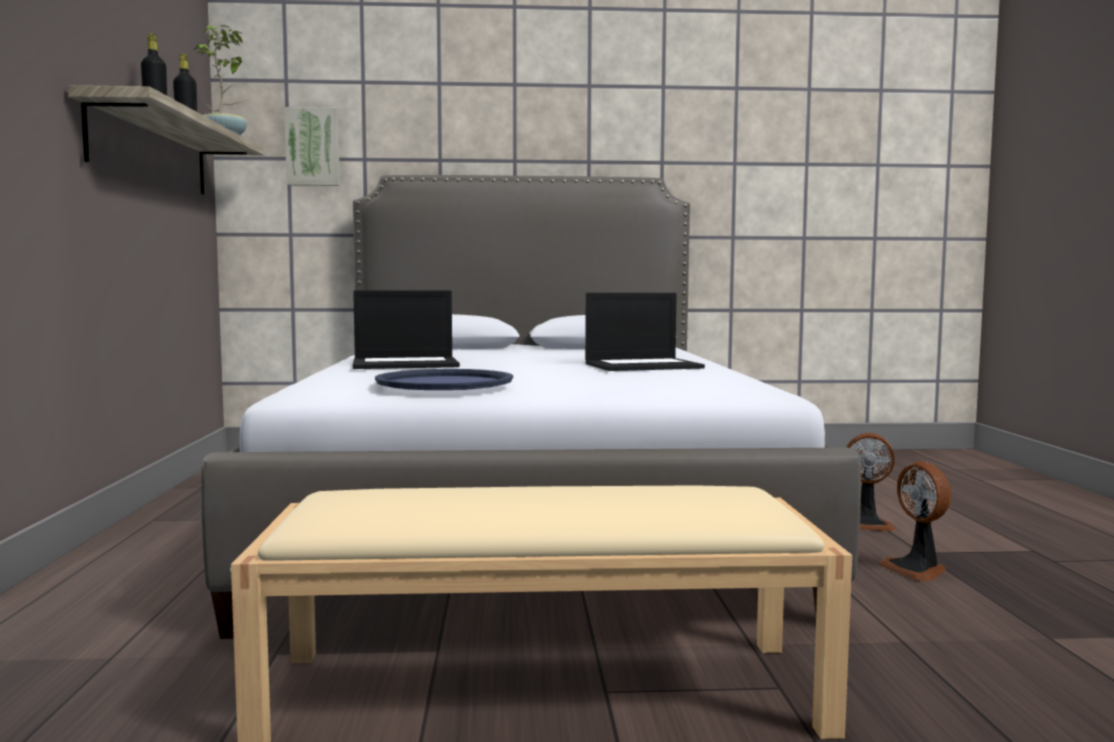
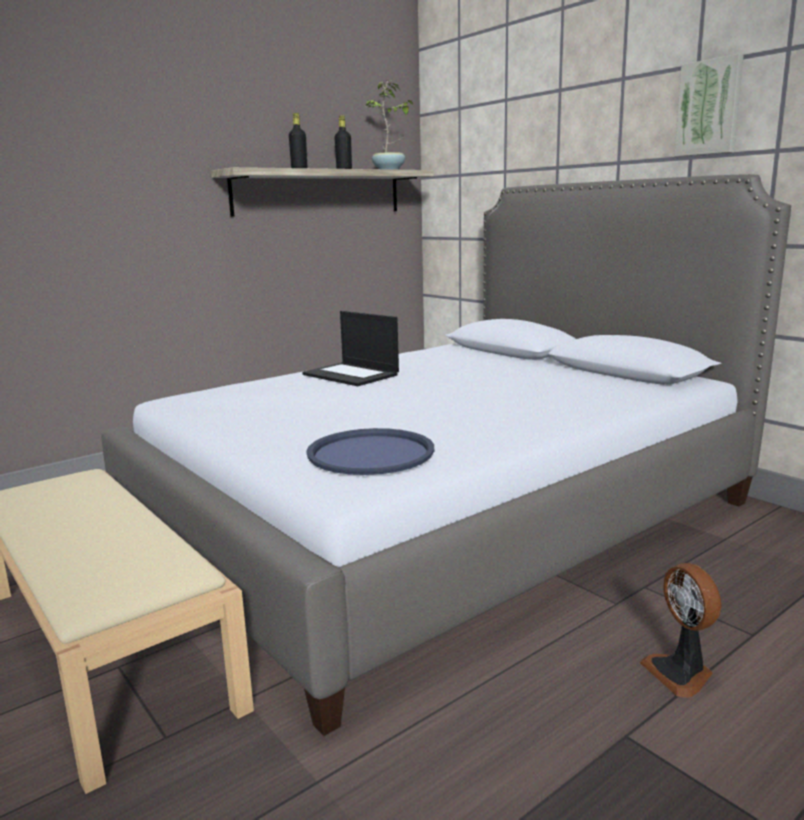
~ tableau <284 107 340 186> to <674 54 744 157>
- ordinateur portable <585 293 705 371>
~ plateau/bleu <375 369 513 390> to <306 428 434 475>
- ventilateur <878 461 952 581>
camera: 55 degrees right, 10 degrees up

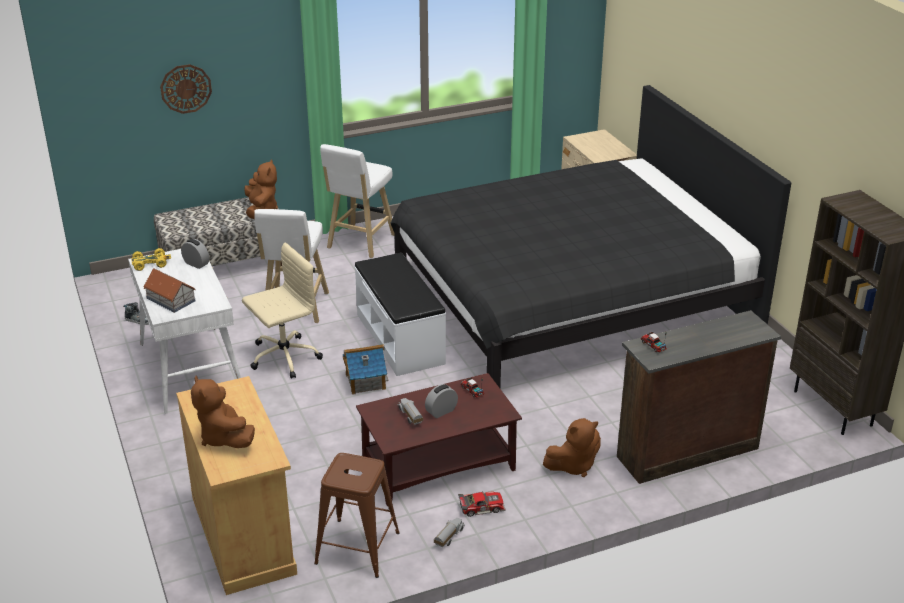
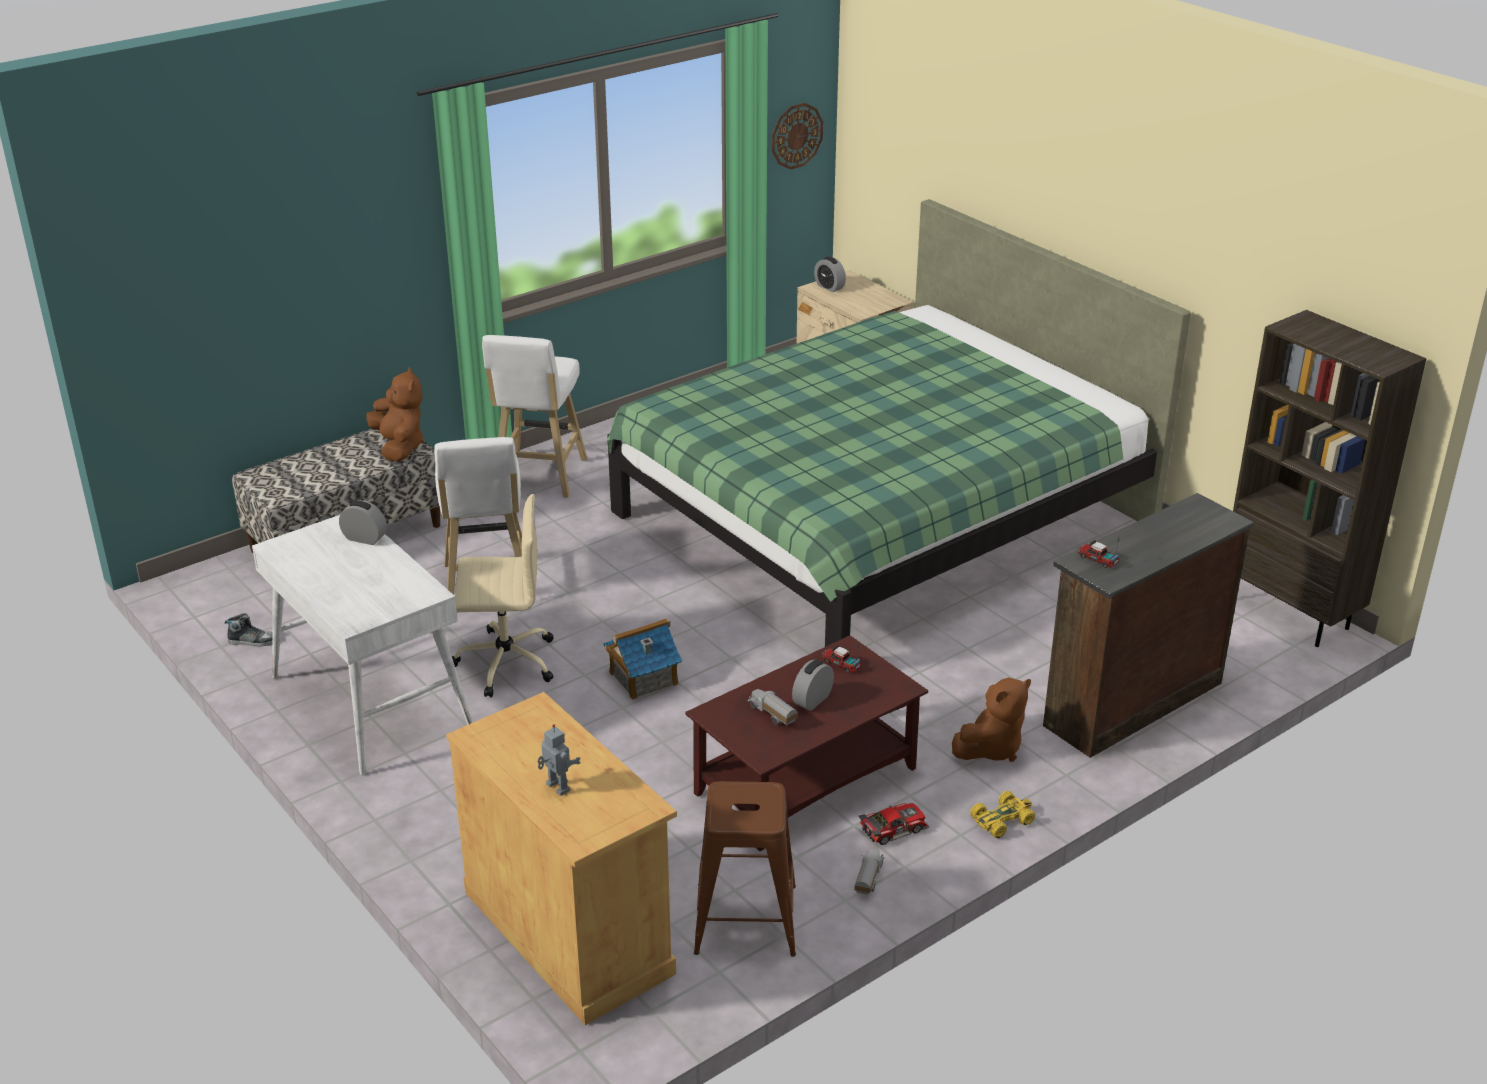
~ horloge murale <160 64 212 114> to <772 103 823 170>
~ lit/noir <391 85 791 388> to lit/vert <607 199 1191 647>
~ chaise de bureau/beige <242 242 323 379> = <452 494 554 698> 45 degrees clockwise
~ petite voiture/jaune <131 248 171 271> to <970 791 1035 838>
- banc/blanc <354 253 446 376>
- maison miniature <143 268 196 313>
~ peluche/marron <191 376 255 448> to robot jouet <538 724 581 796>
+ réveil <814 257 846 292>
camera: 15 degrees left, 0 degrees up

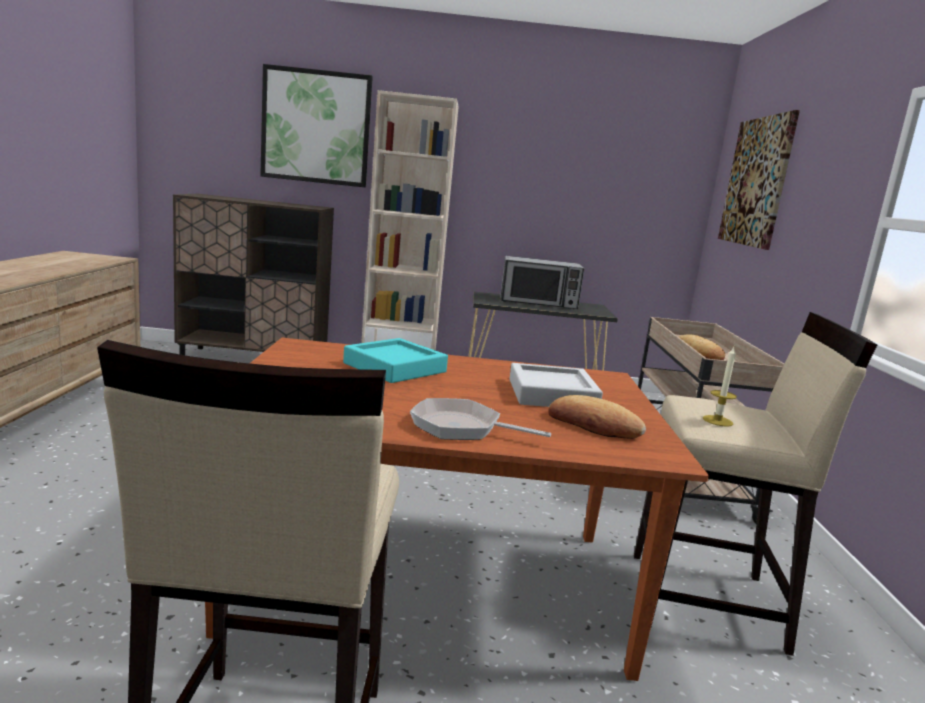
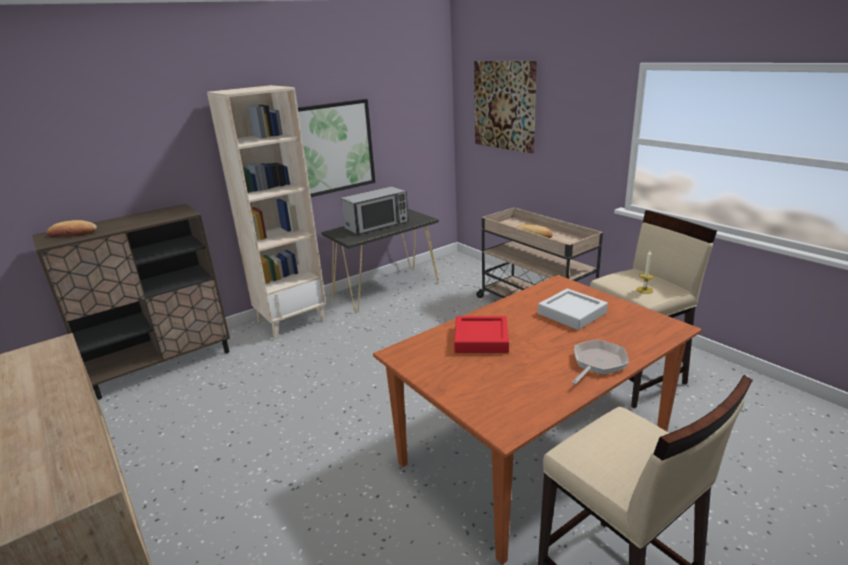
~ tableau <260 64 373 187> to <298 99 375 197>
~ plateau/turquoise <343 338 448 383> to plateau/rouge <454 316 509 353>
~ pain <548 395 646 439> to <47 220 97 237>
~ poêle <410 398 551 440> = <572 339 628 385> 150 degrees clockwise
camera: 35 degrees left, 10 degrees up

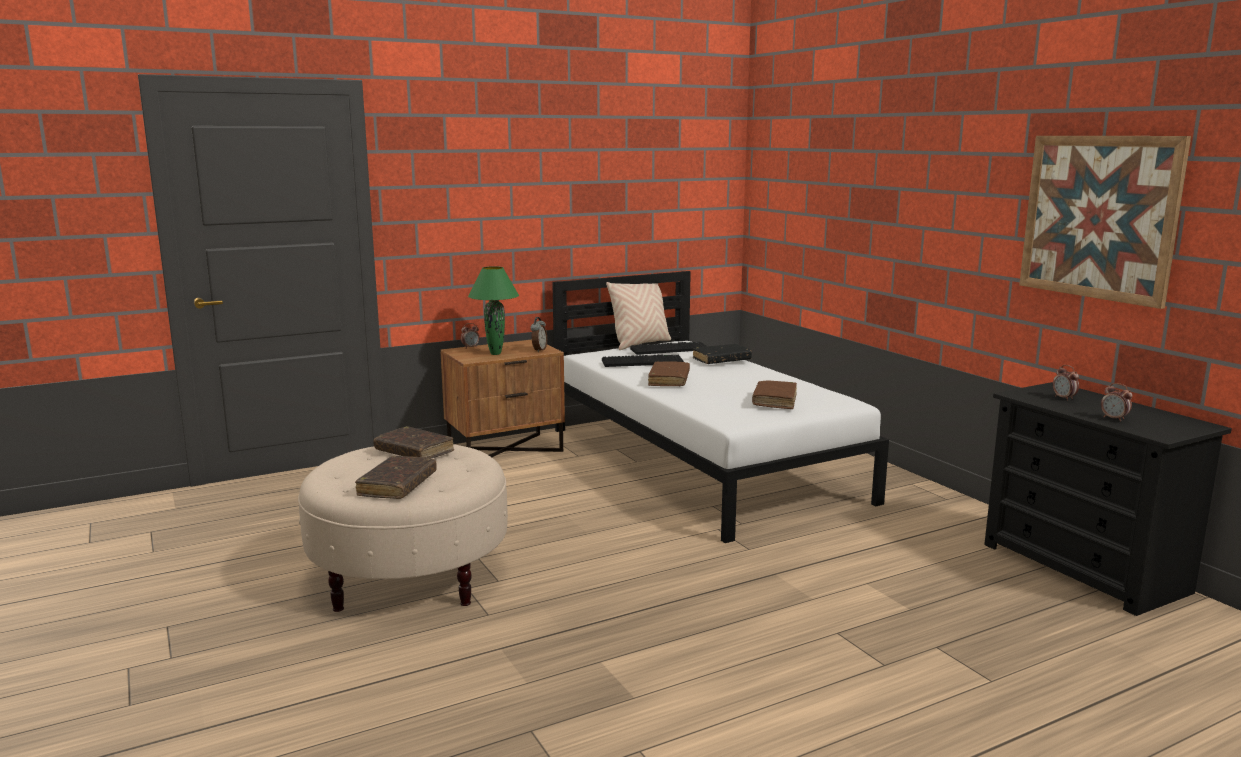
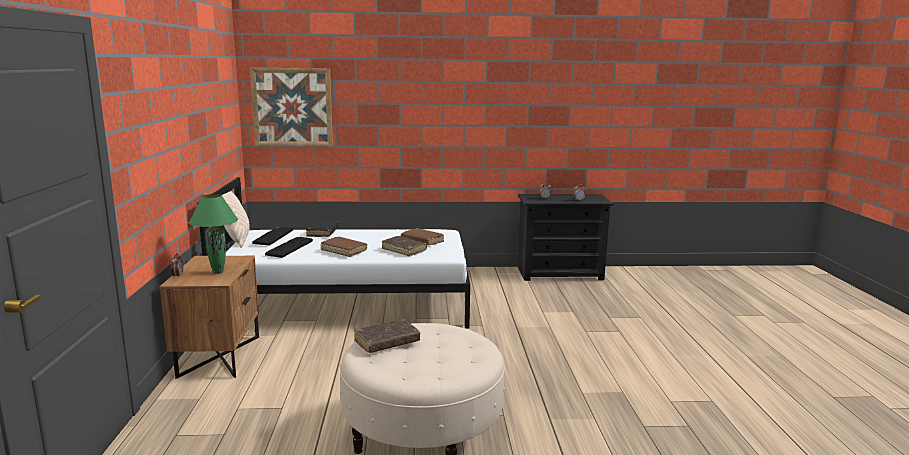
~ tableau <1019 136 1191 309> to <250 68 333 147>
- réveil <531 317 547 352>
~ livre/marron <355 456 437 499> to <382 236 427 256>
camera: 65 degrees left, 0 degrees up

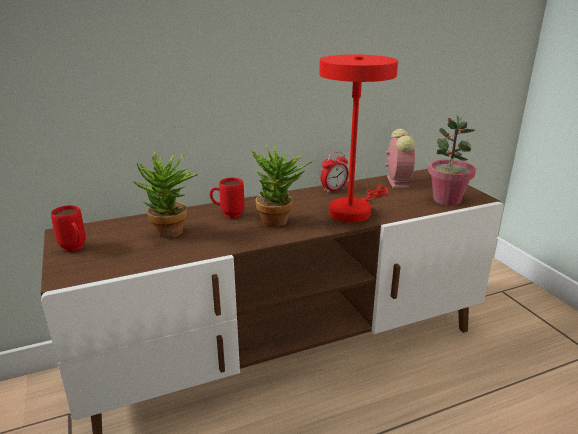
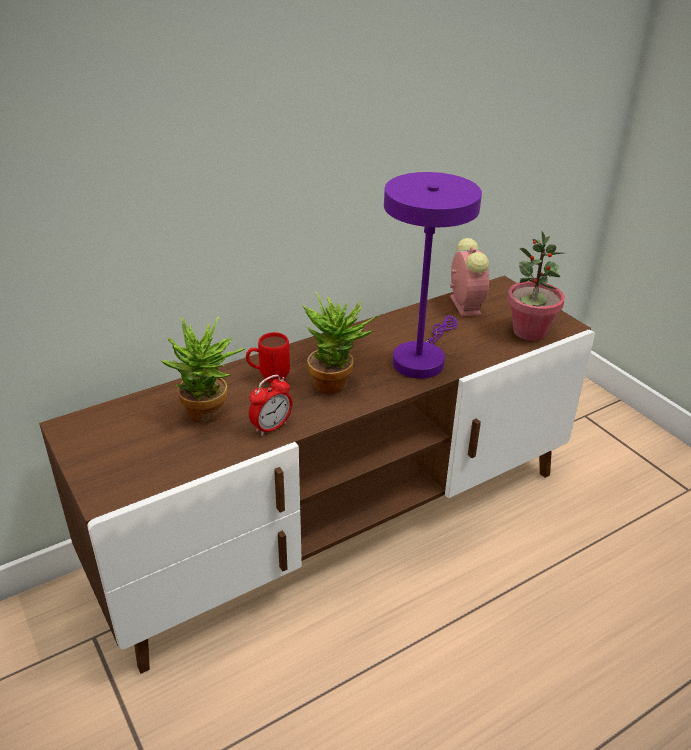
~ lampe de table/rouge <319 54 398 223> to lampe de table/violet <384 172 482 379>
~ réveil <321 151 349 193> to <249 375 292 436>
- mug/rouge <51 205 86 252>
camera: 10 degrees left, 10 degrees up

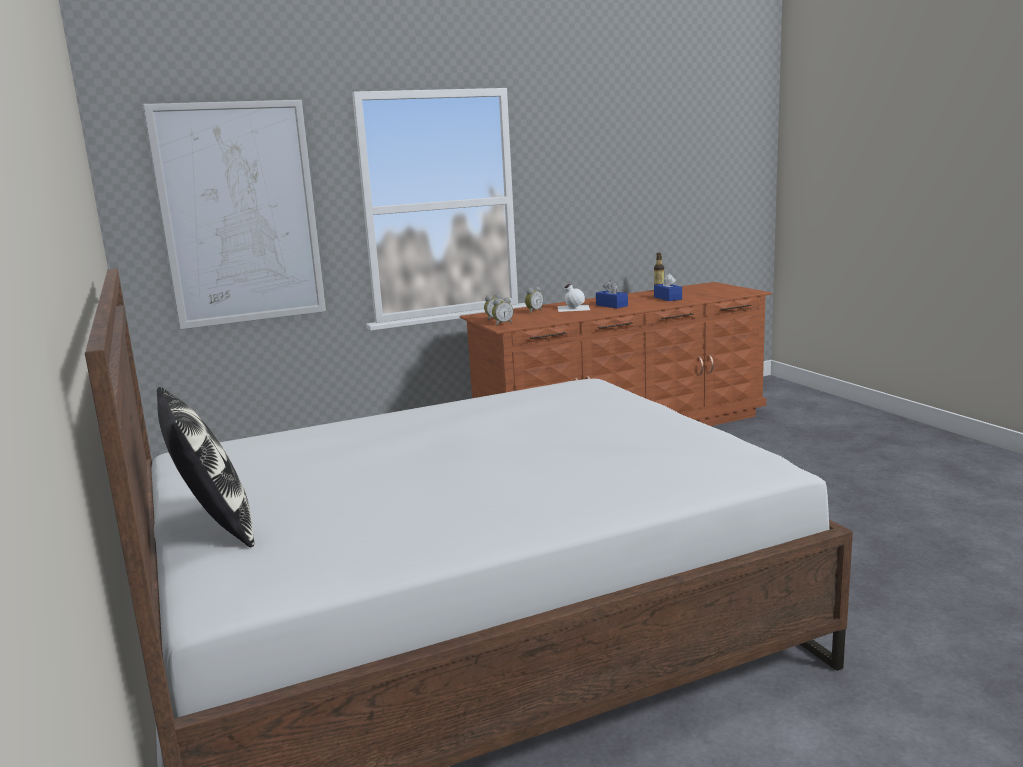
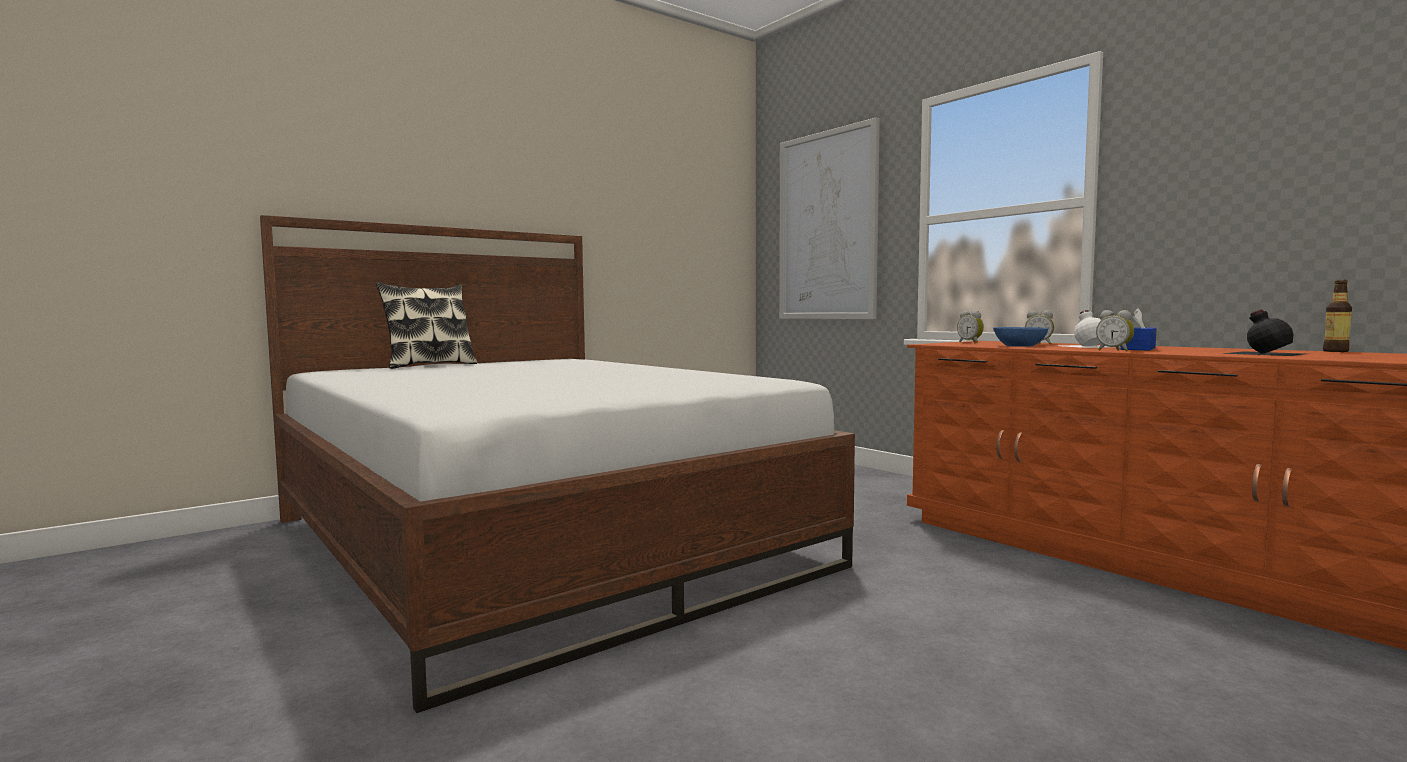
~ boîte à mouchoirs/bleu <654 274 682 301> to bouteille/noir <1221 309 1305 356>
~ réveil <492 297 513 325> to <1096 310 1134 351>
+ bol/bleu <993 327 1048 347>
camera: 75 degrees right, 10 degrees down

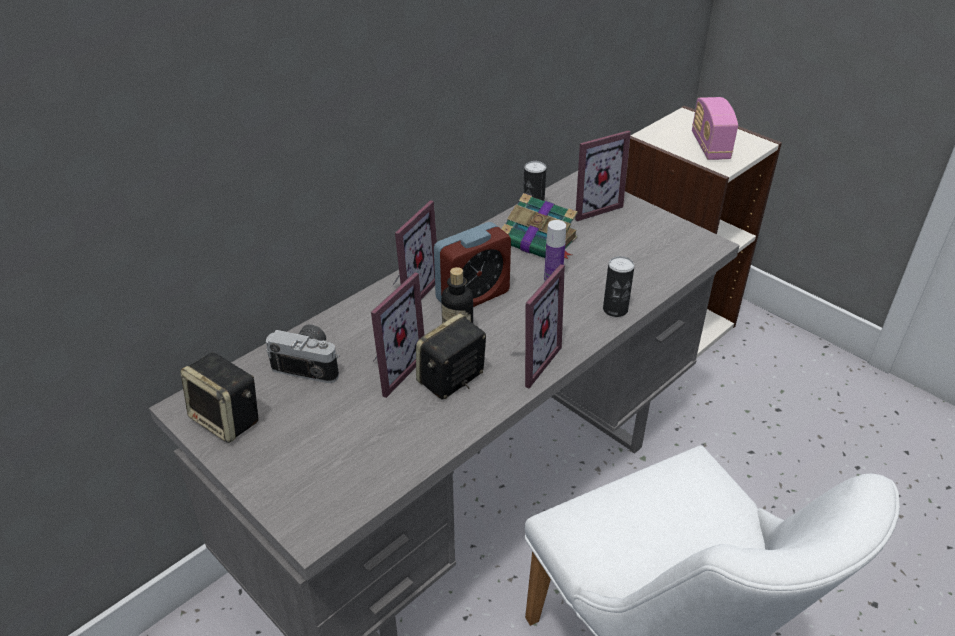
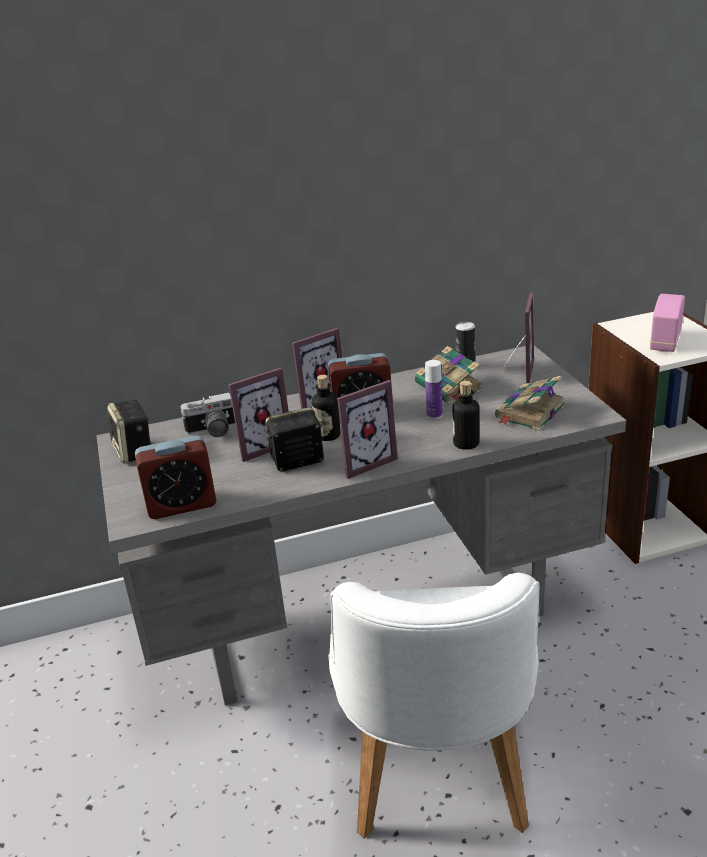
~ cadre photo <575 130 631 221> = <503 292 534 383> 75 degrees counterclockwise
~ boîte métallique <603 256 635 317> to bouteille <452 381 480 450>
~ appareil photo <266 324 340 383> = <181 393 235 437> 120 degrees clockwise
+ livre <495 376 565 430>
+ réveil <135 435 216 519>
camera: 30 degrees right, 10 degrees down

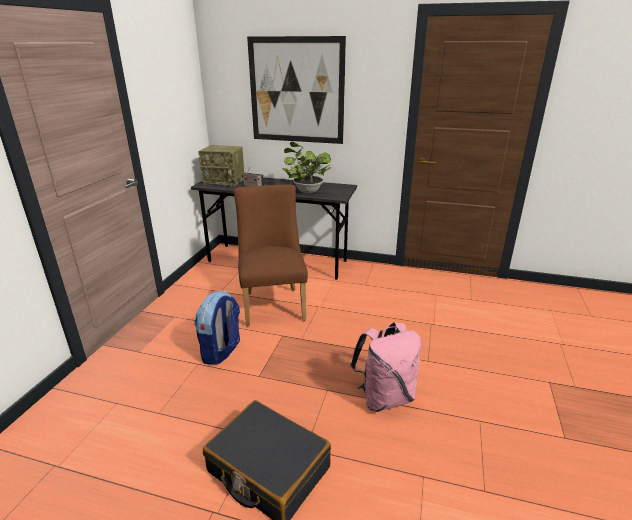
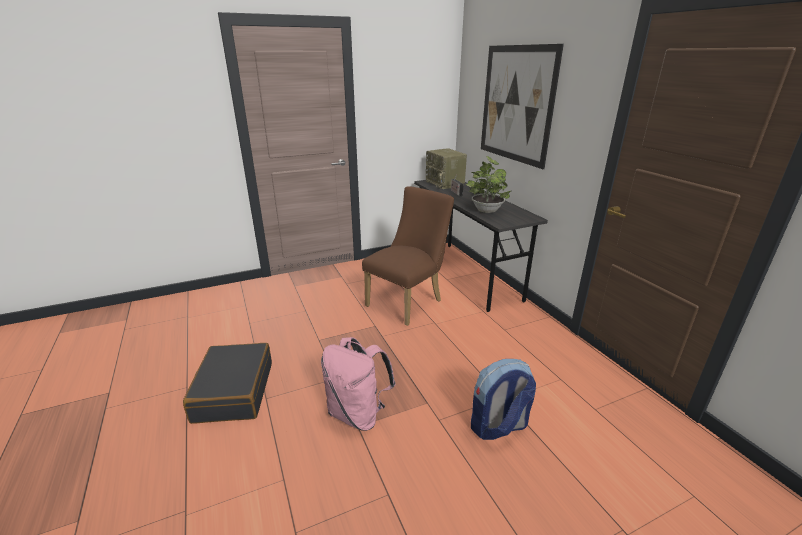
~ sac à dos <194 291 240 365> to <471 359 536 440>
camera: 50 degrees right, 0 degrees up

